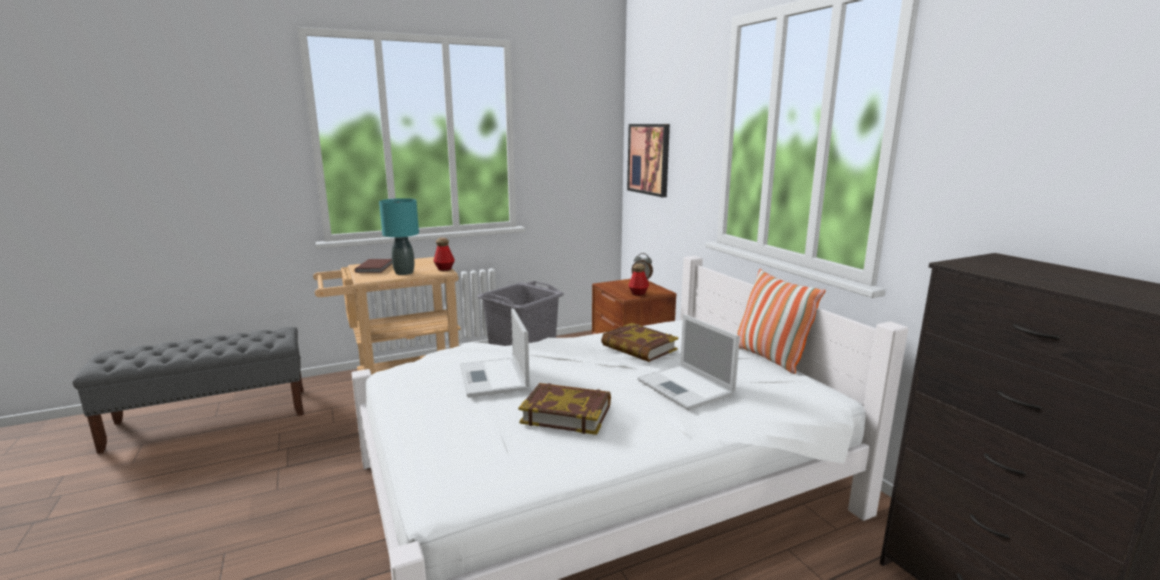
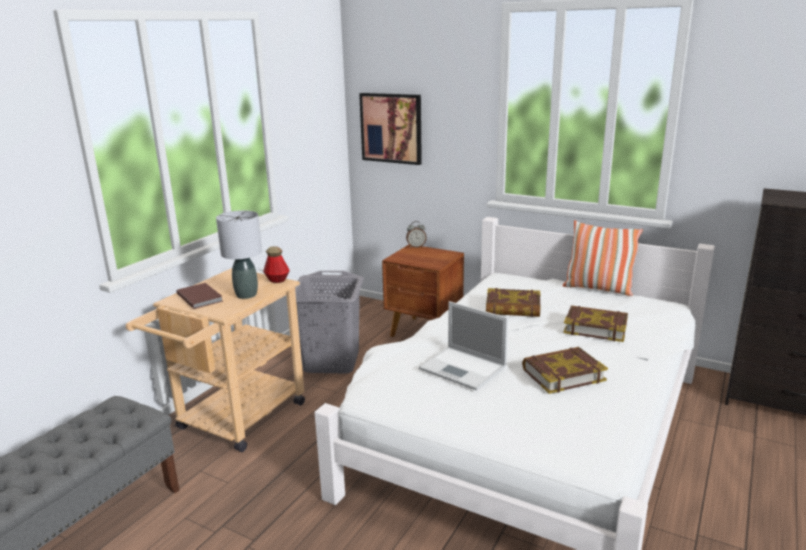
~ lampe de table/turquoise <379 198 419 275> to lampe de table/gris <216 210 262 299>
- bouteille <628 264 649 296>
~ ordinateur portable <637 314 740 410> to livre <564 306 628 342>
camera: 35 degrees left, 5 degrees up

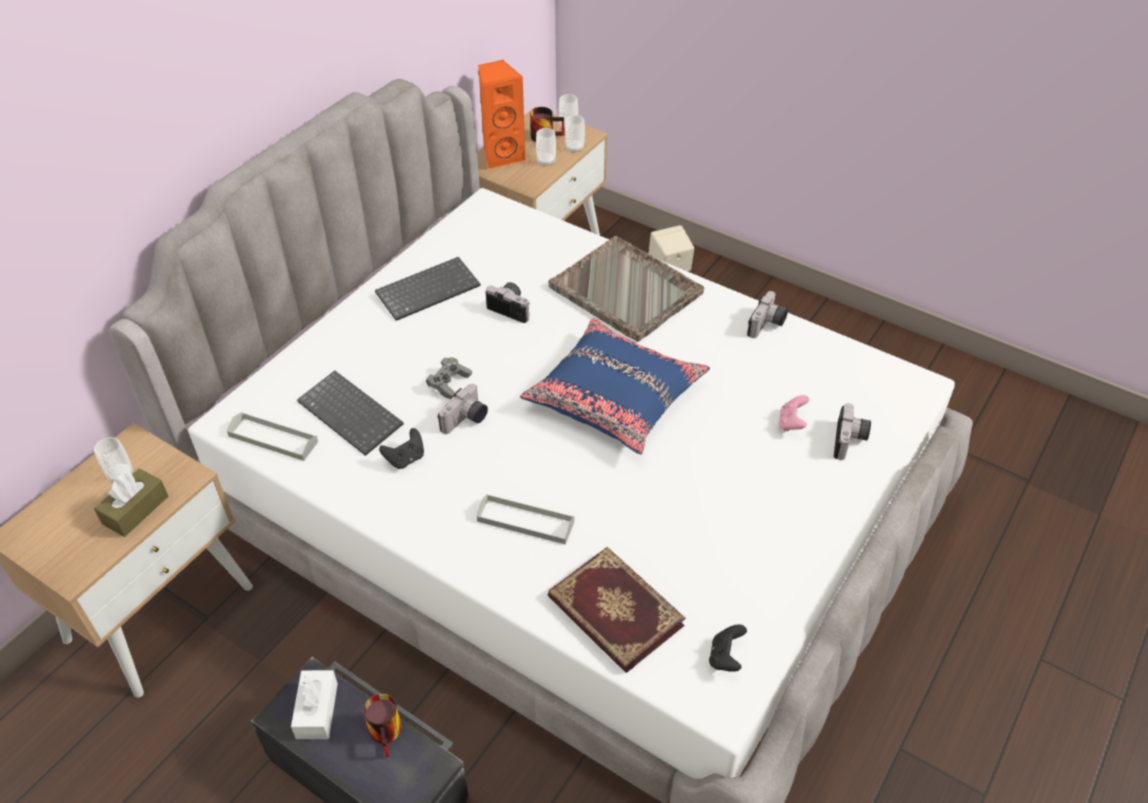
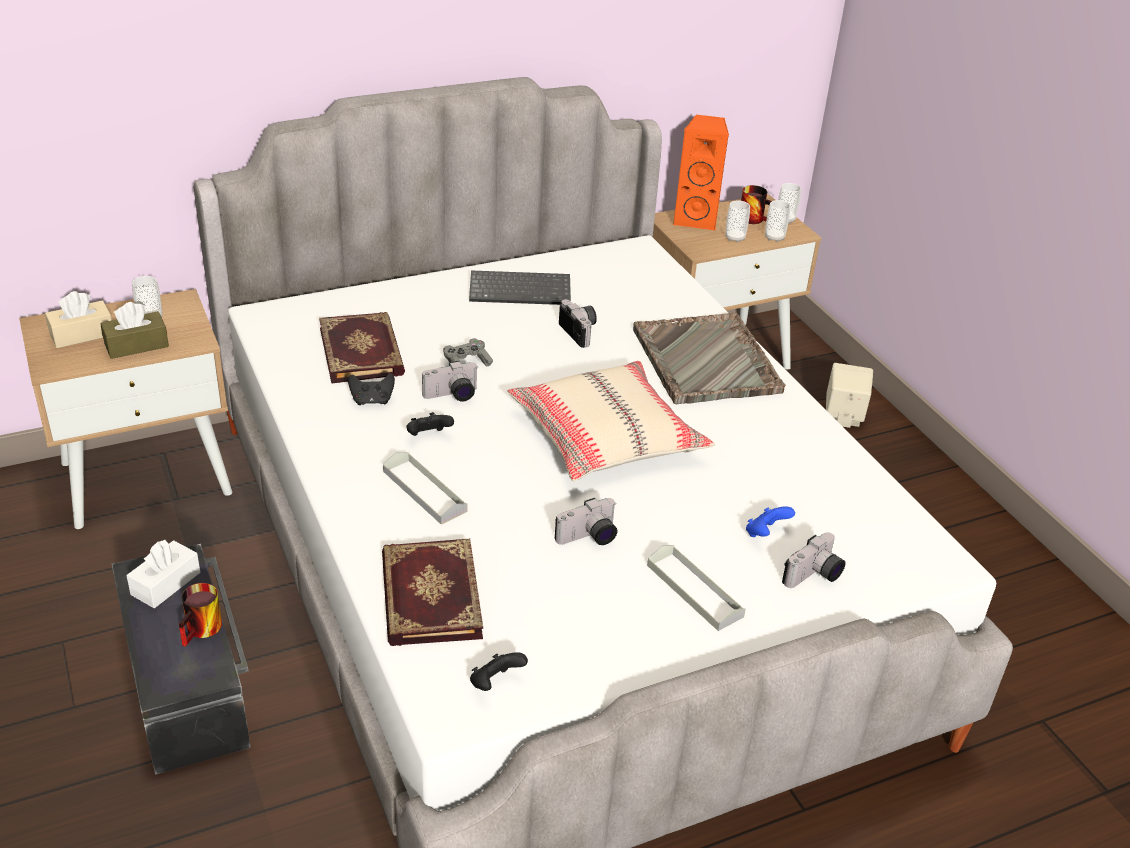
~ appareil photo <747 291 788 338> to <555 498 617 545>
~ coussin/bleu <520 318 710 454> to coussin/beige <507 361 715 481>
~ clavier <297 371 404 456> to livre <319 312 405 384>
~ manette/rose <778 395 809 431> to manette/bleu <746 506 795 537>
~ plateau/gris <227 412 318 461> to <647 545 746 631>
+ boîte à mouchoirs/beige <45 291 112 348>
+ manette/noir <406 412 454 436>
camera: 30 degrees right, 10 degrees down

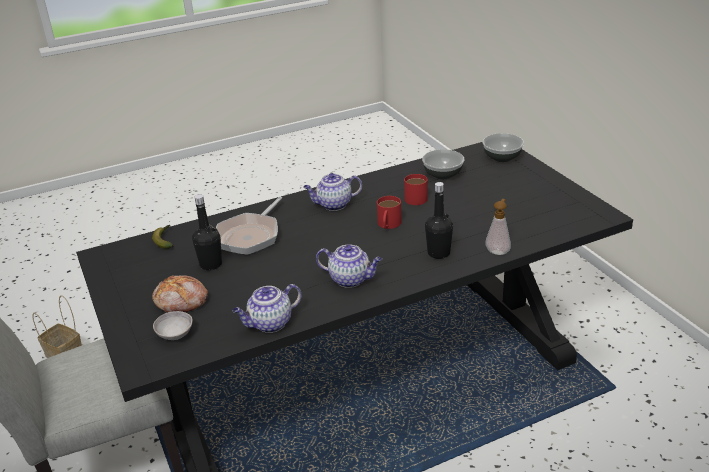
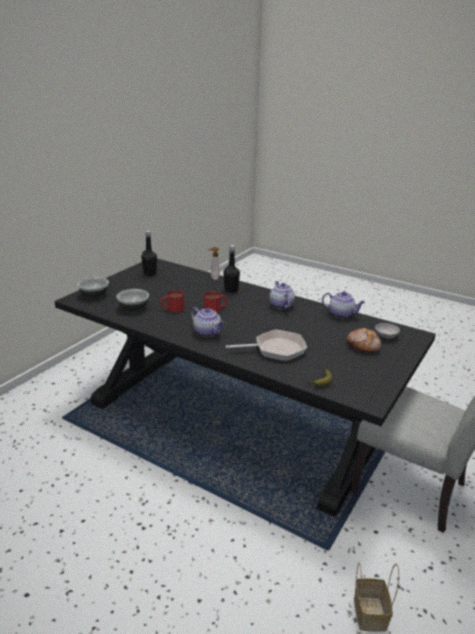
~ bouteille/noir <192 194 222 270> to <141 231 157 276>
camera: 125 degrees left, 5 degrees down

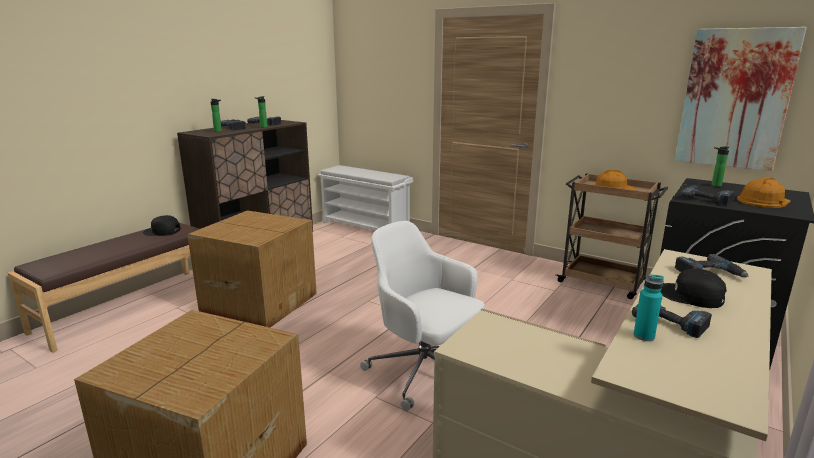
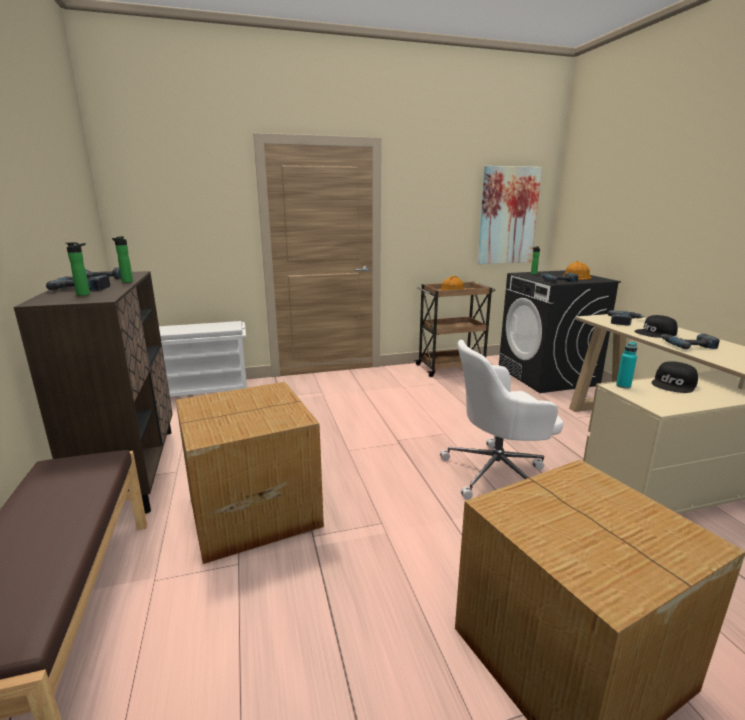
~ casquette/noir <143 215 181 236> to <651 361 698 393>
~ bouteille/turquoise <634 274 664 341> to <616 342 637 389>
camera: 50 degrees left, 0 degrees up

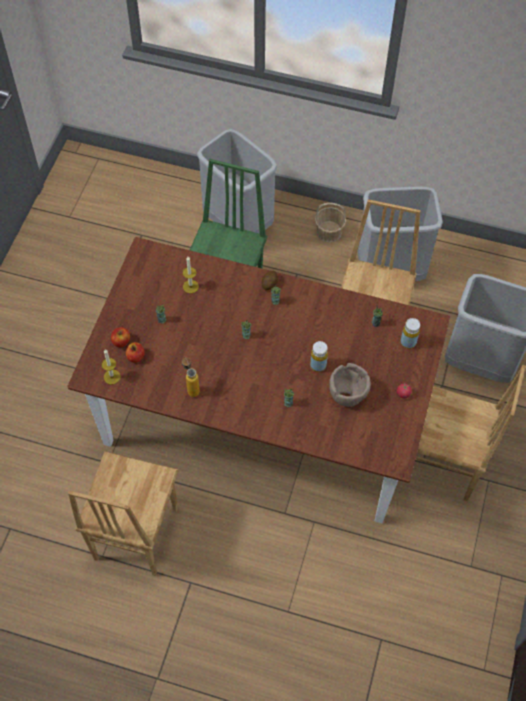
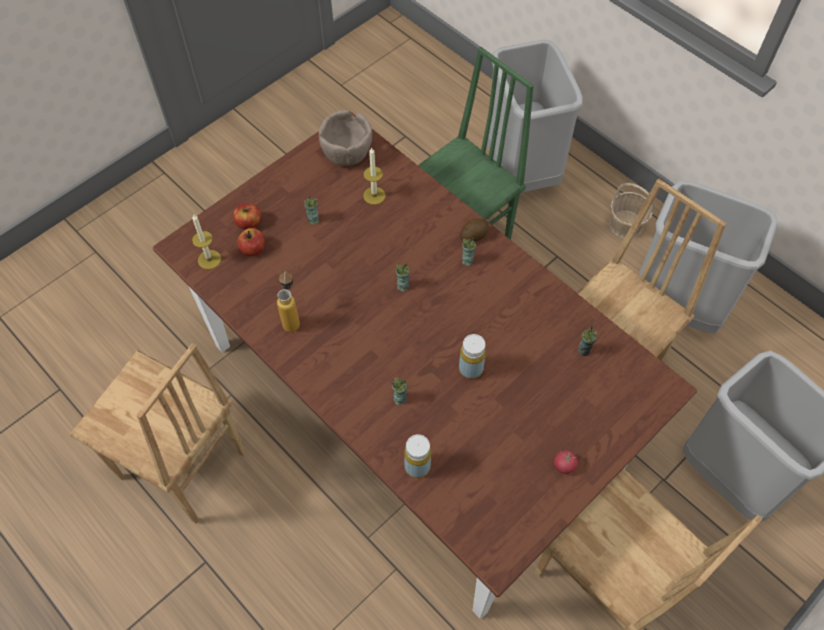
~ bouteille/jaune <401 318 420 349> to <404 434 431 478>
~ bol/marron <329 363 371 407> to <319 110 372 166>
~ chaise/marron <68 451 178 576> = <69 344 245 524> 105 degrees counterclockwise
camera: 30 degrees right, 0 degrees up

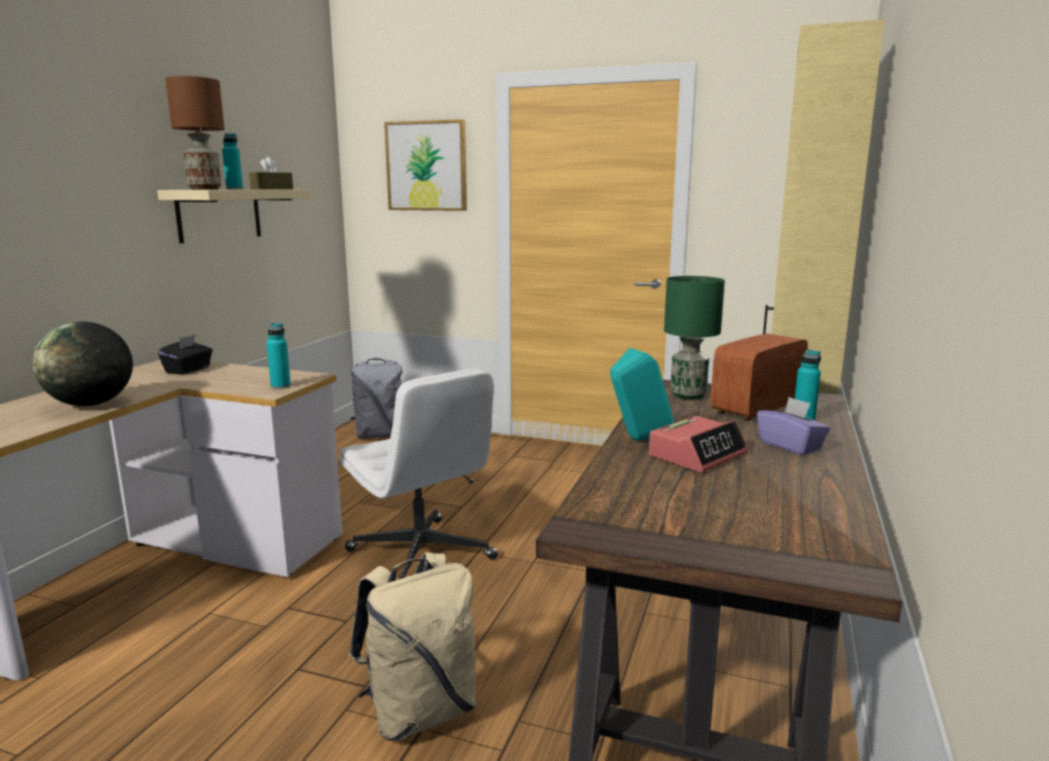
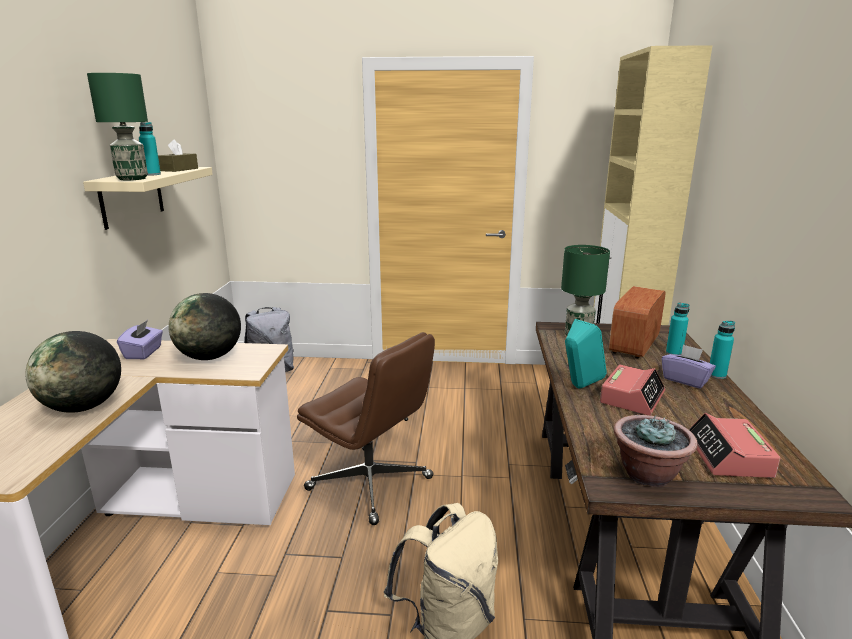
~ lampe de table/marron <165 76 225 189> to lampe de table/vert <87 73 148 180>
- tableau <384 119 467 211>
~ bouteille/turquoise <267 323 291 389> to <710 321 735 379>
~ boîte à mouchoirs/noir <158 334 213 375> to boîte à mouchoirs/violet <117 320 163 359>
~ chaise de bureau/blanc <339 368 498 579> to chaise de bureau/marron <297 332 435 525>
+ globe <168 293 241 360>
+ réveil <689 413 780 478>
+ plante en pot <614 415 698 487>
camera: 15 degrees left, 5 degrees up

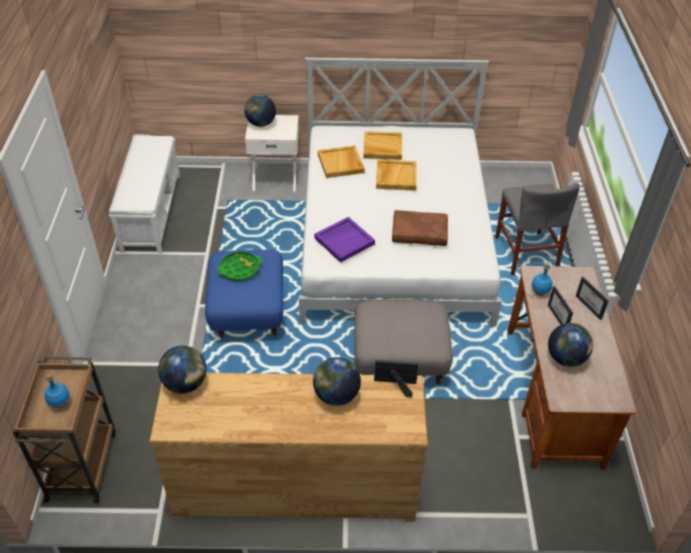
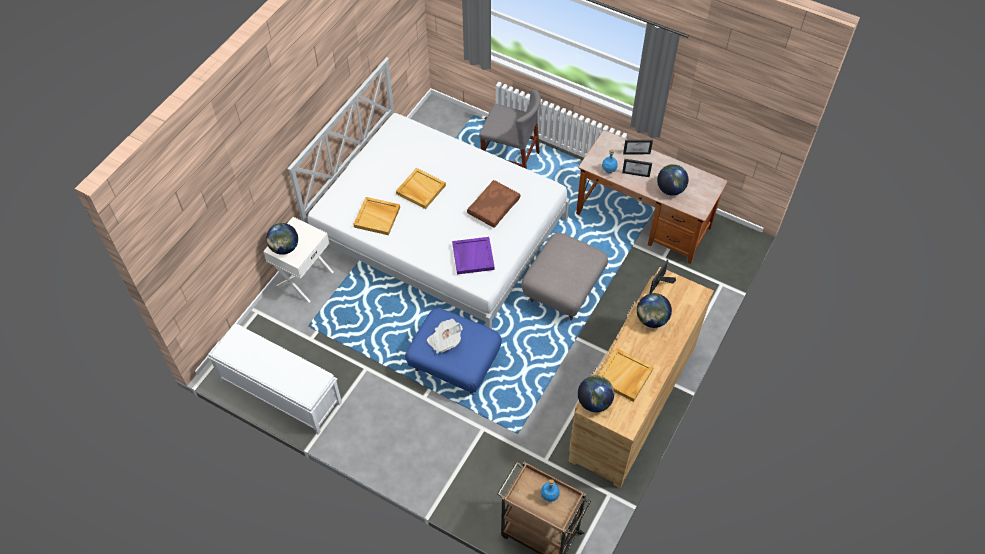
~ plateau/beige <363 131 402 160> to <599 348 654 402>
~ plateau/vert <217 252 262 281> to journal <427 319 463 354>
camera: 60 degrees left, 10 degrees up

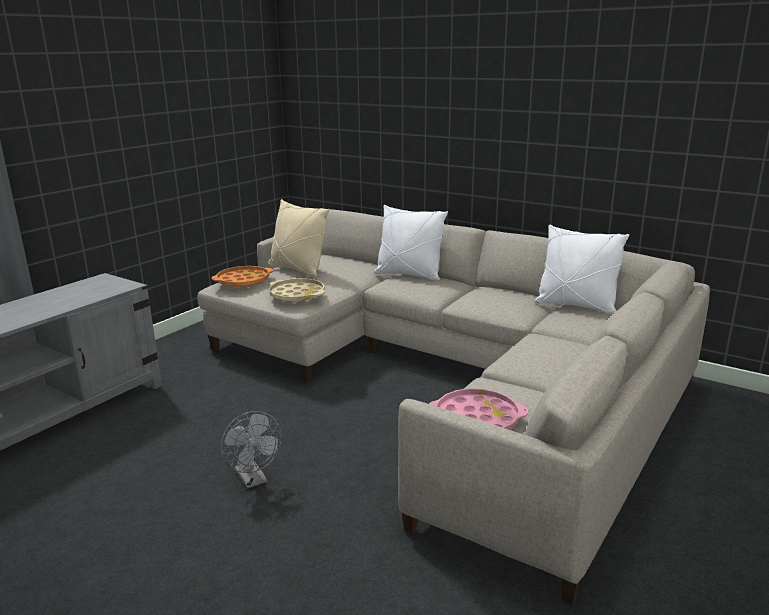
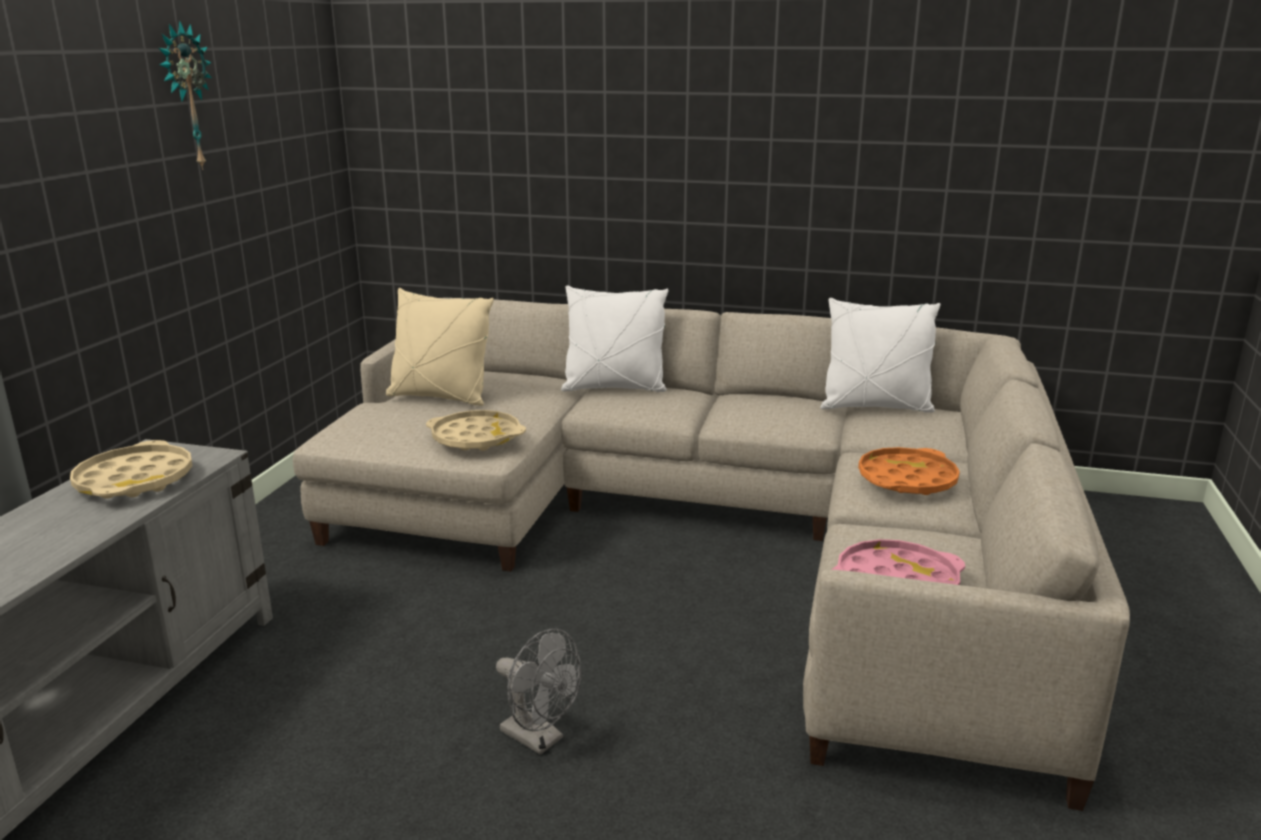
~ plateau/orange <212 266 273 288> to <858 447 960 495>
+ horloge murale <158 20 212 170>
+ plateau/beige <70 440 193 499>
camera: 20 degrees left, 0 degrees up

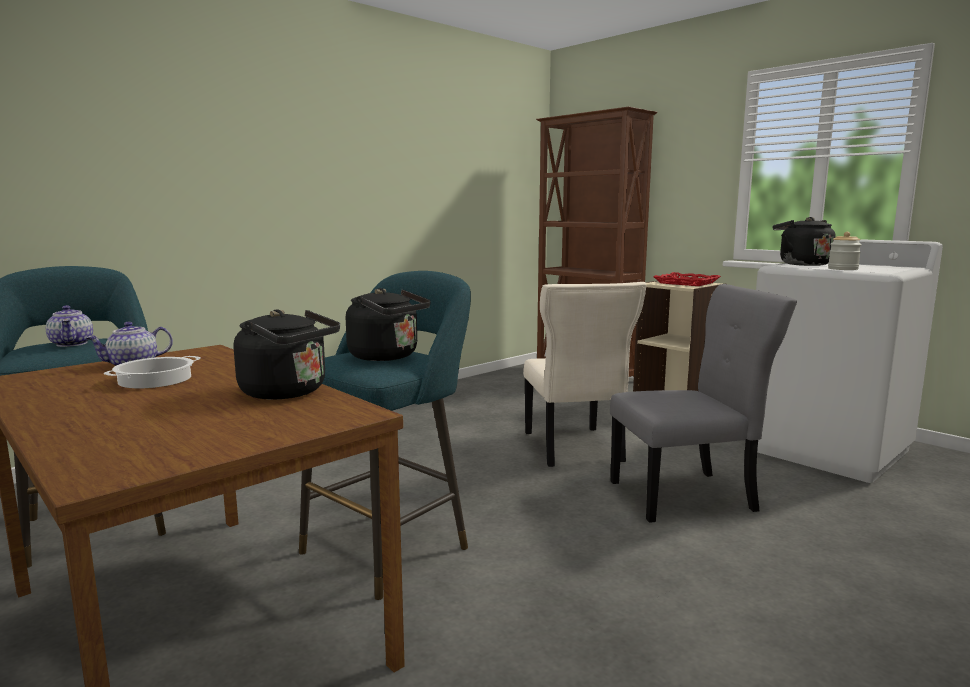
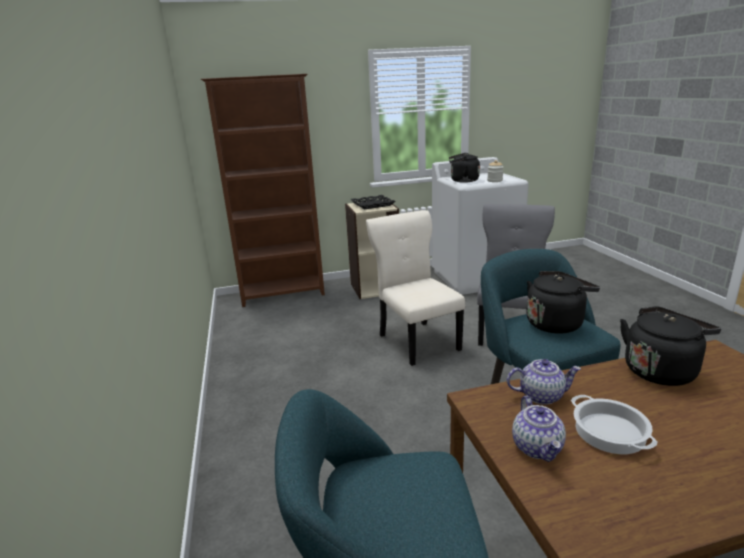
~ plateau/rouge <653 272 721 286> to plateau/noir <350 195 395 209>
~ chaise/beige <523 282 646 467> = <366 210 465 366> 135 degrees counterclockwise
~ théière <46 305 93 347> to <507 359 581 405>
camera: 60 degrees left, 10 degrees up

